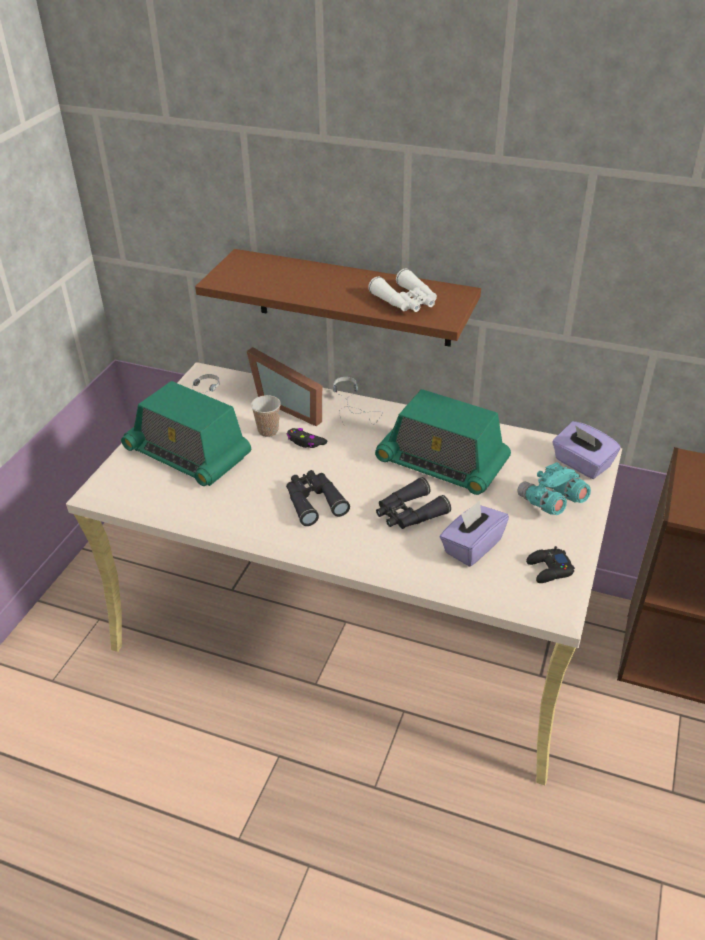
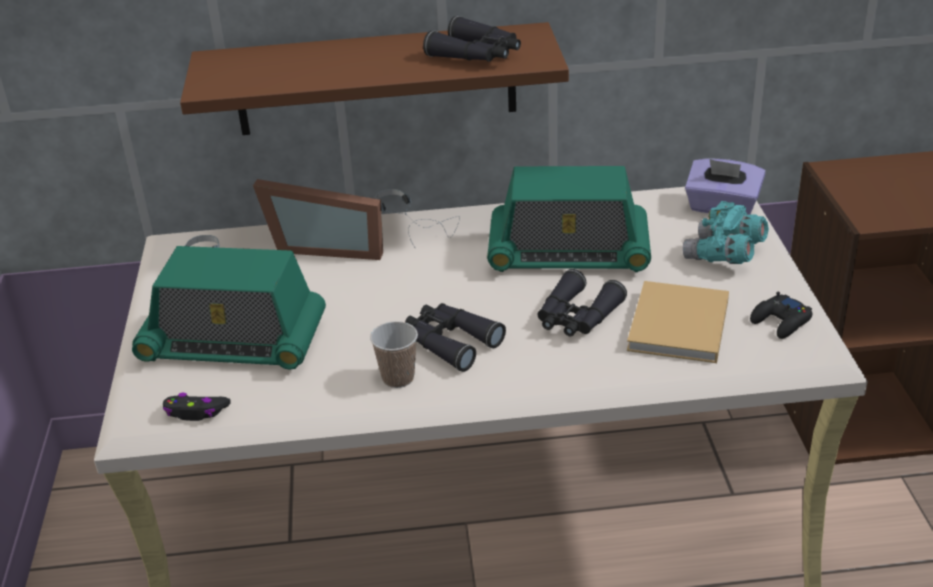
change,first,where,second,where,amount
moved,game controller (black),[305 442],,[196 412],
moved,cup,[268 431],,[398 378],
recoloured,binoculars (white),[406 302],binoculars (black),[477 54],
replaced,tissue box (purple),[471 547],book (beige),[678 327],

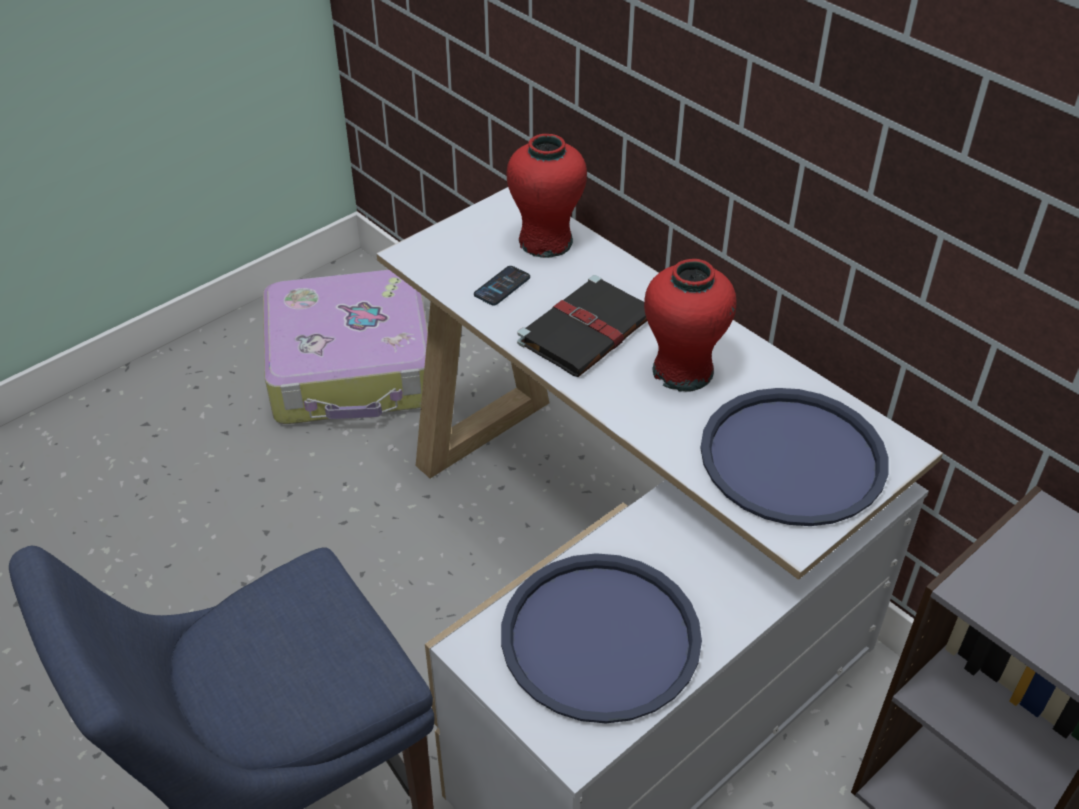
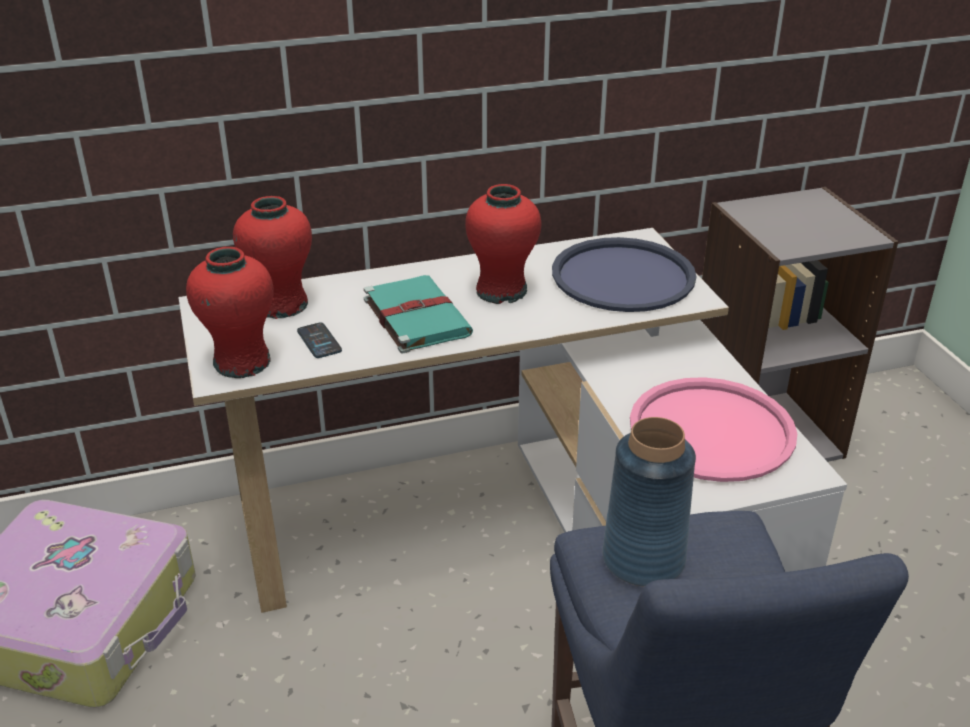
change,first,where,second,where,amount
added,,,vase (red),[241 362],
recoloured,book (black),[588 329],book (turquoise),[415 316],
added,,,vase (blue),[643 558],
recoloured,tray (blue),[600 638],tray (pink),[712 431],

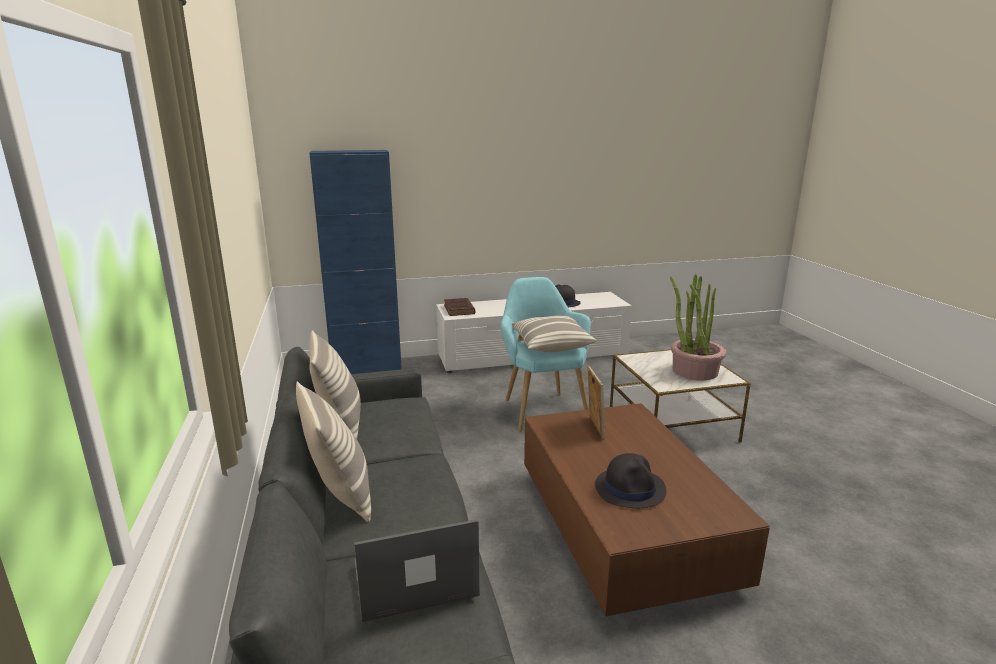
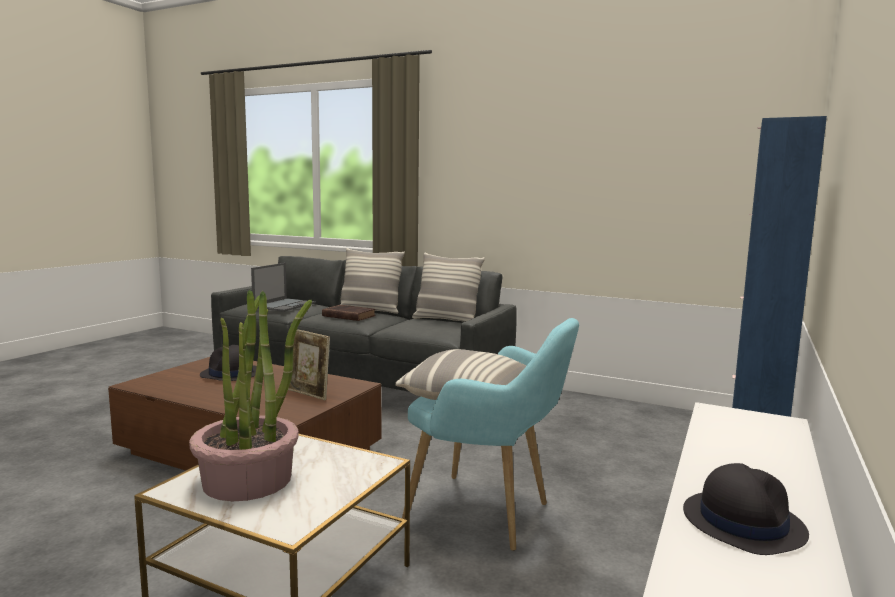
change,first,where,second,where,amount
moved,book (brown),[459 310],,[347 316],

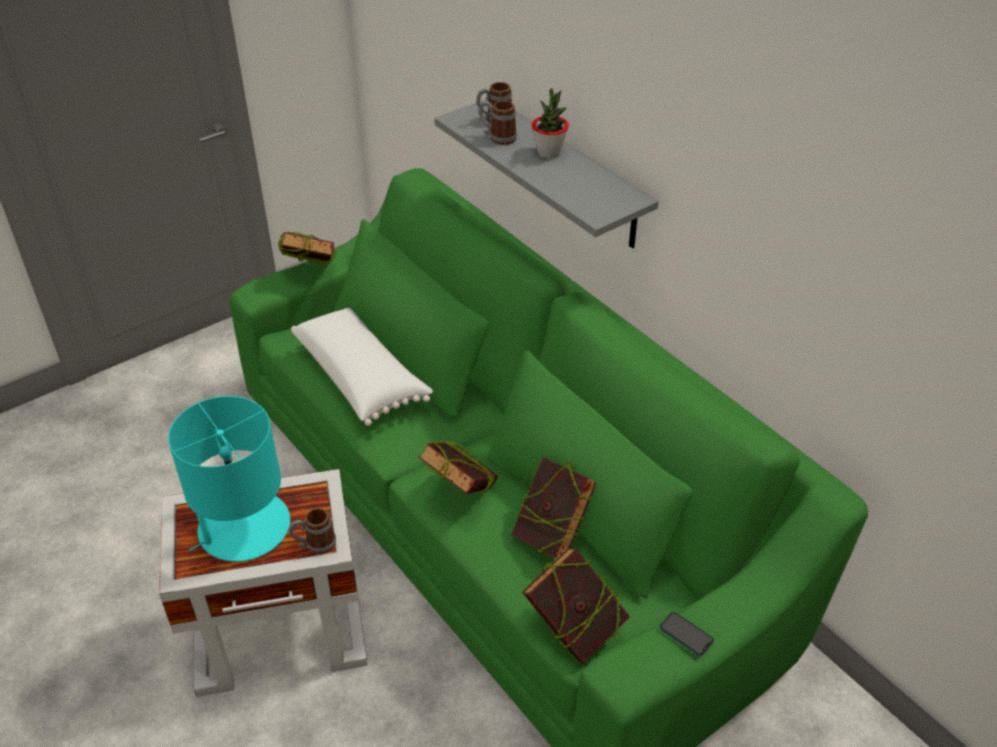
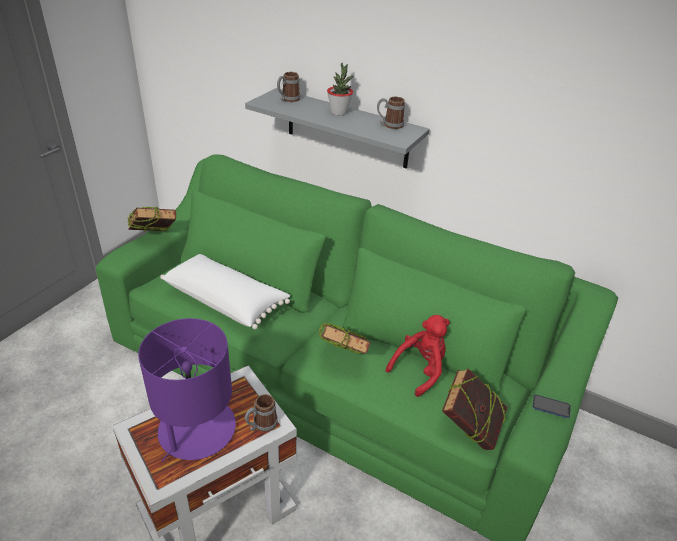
change,first,where,second,where,amount
recoloured,table lamp (turquoise),[243 528],table lamp (purple),[196 430],
moved,mug,[498 137],,[389 125],
replaced,book,[552 535],plush toy (red),[420 369],

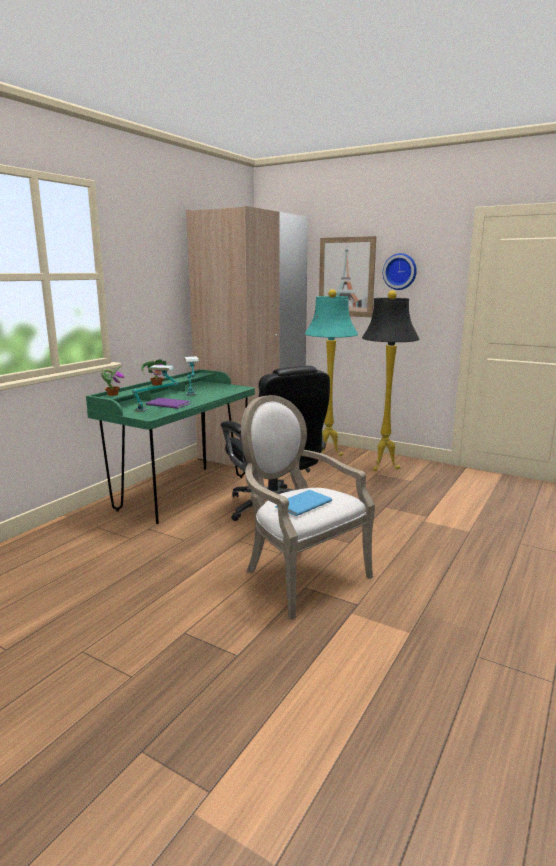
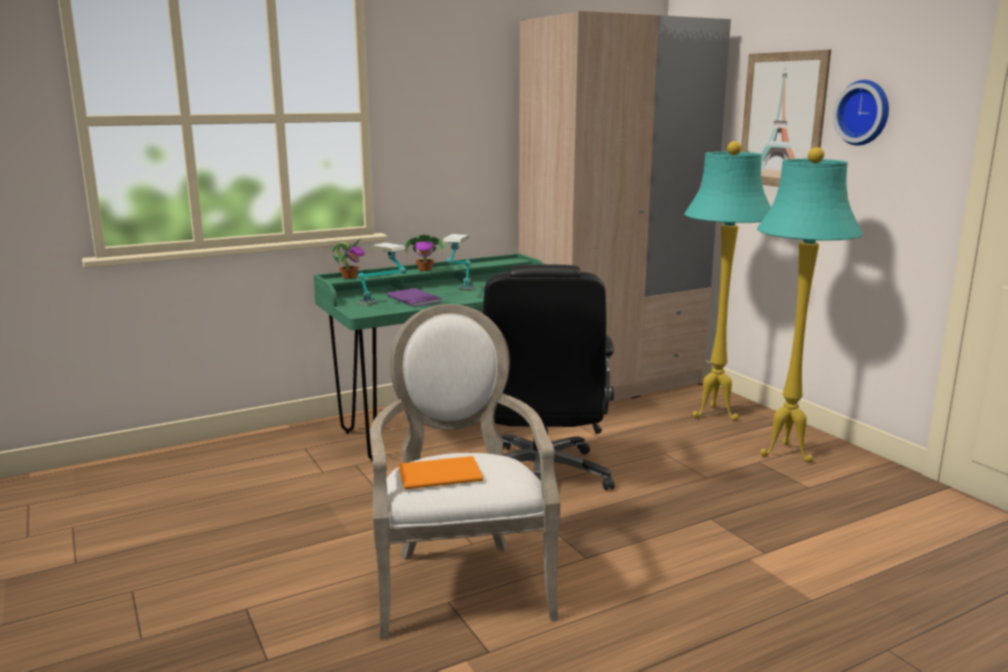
change,first,where,second,where,amount
recoloured,book (blue),[301 504],book (orange),[437 474],
recoloured,floor lamp (black),[382 467],floor lamp (turquoise),[784 453],

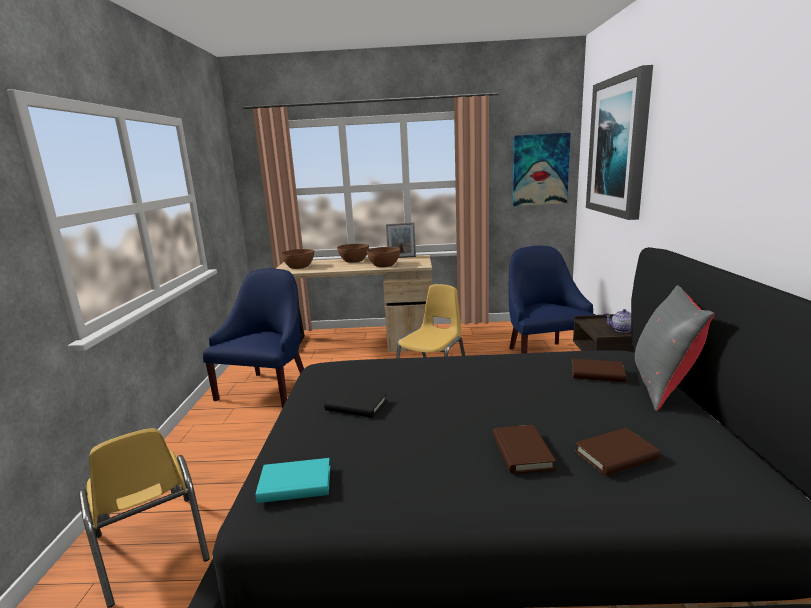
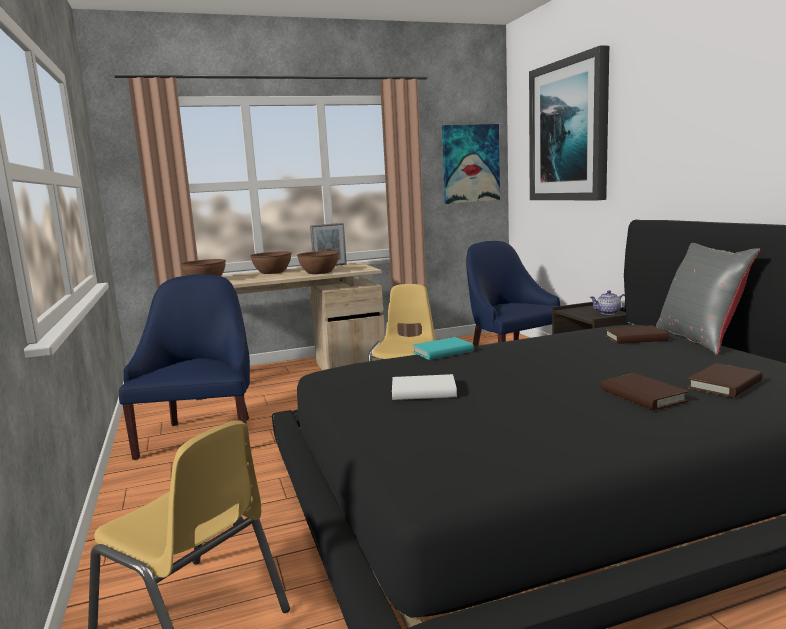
change,first,where,second,where,amount
recoloured,book (black),[356 406],book (white),[423 392],
moved,book (turquoise),[295 484],,[443 352],

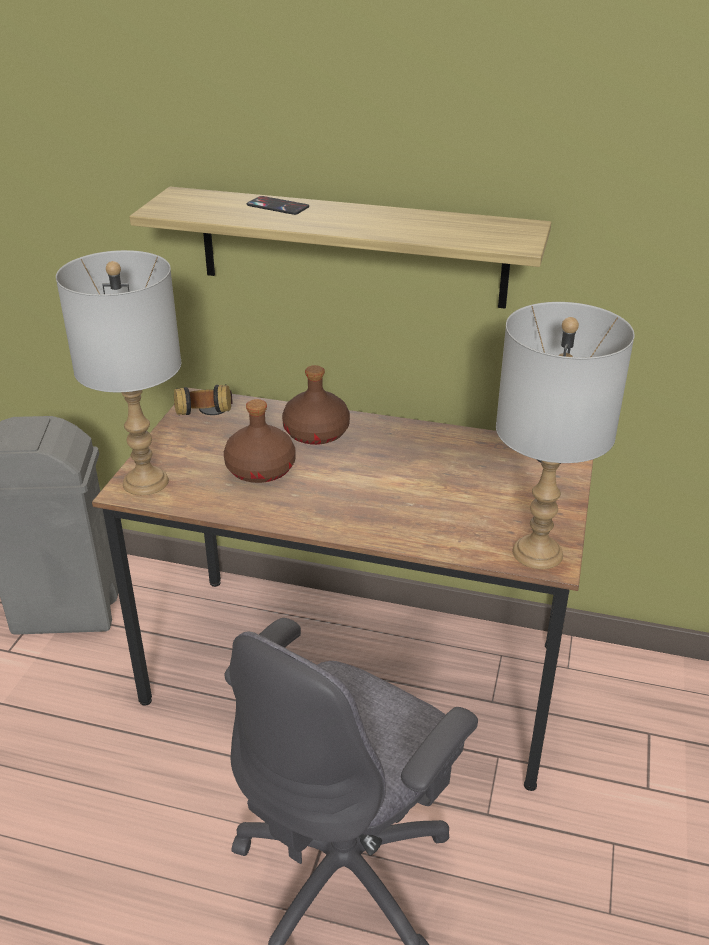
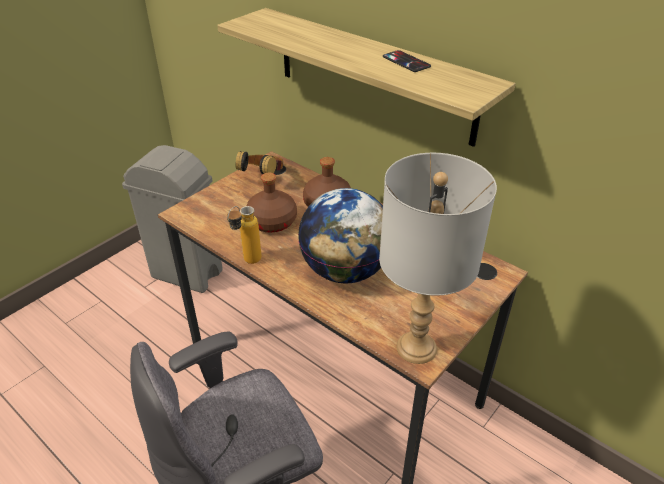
change,first,where,second,where,amount
added,,,bottle,[247 262],
added,,,globe,[344 271],
moved,phone,[278 206],,[406 62],
removed,table lamp (grey),[145 481],,,

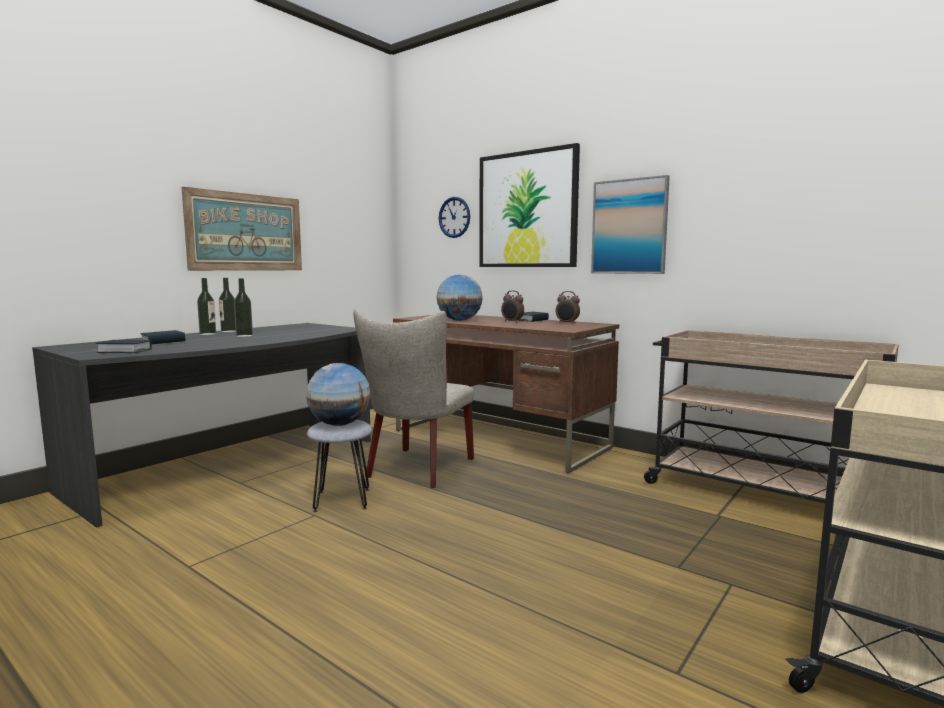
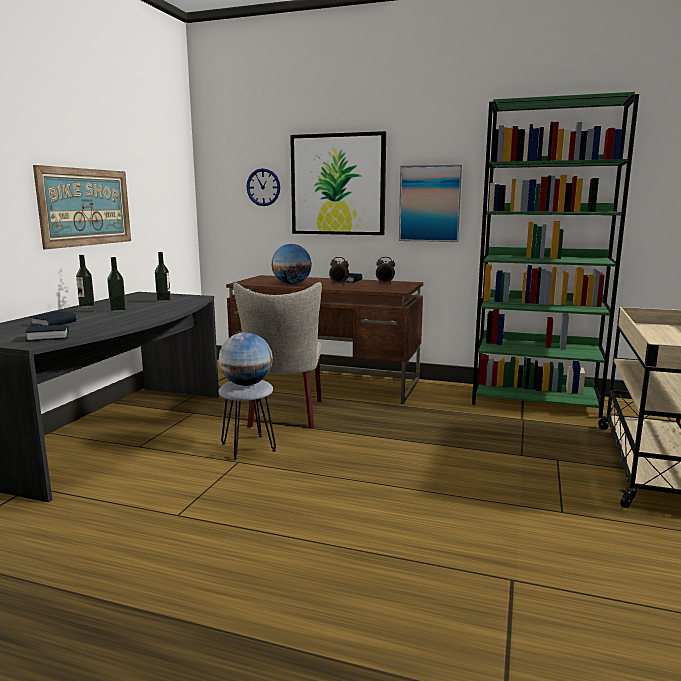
change,first,where,second,where,amount
moved,bottle,[208 334],,[164 301],
replaced,cart (beige),[758 493],bookcase (green),[535 400],

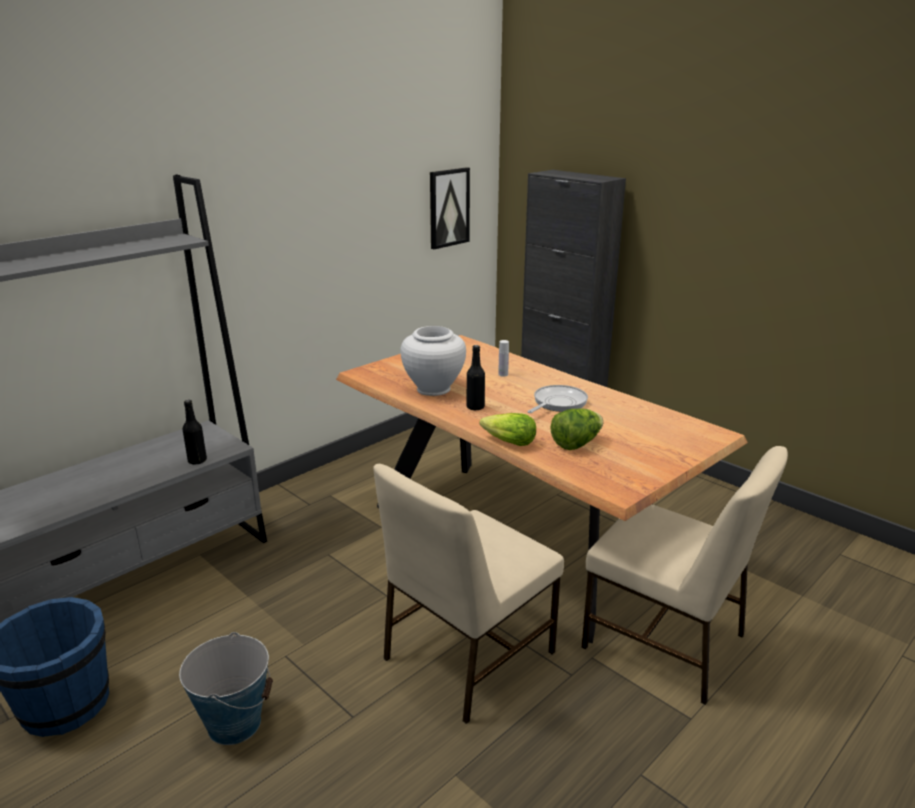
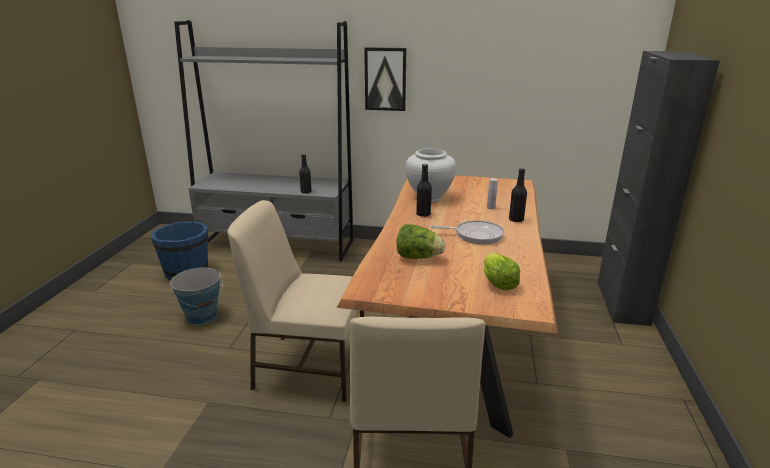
change,first,where,second,where,amount
moved,picture,[448 208],,[385 79],
moved,lettuce,[509 442],,[497 282],
added,,,bottle (black),[516 220],

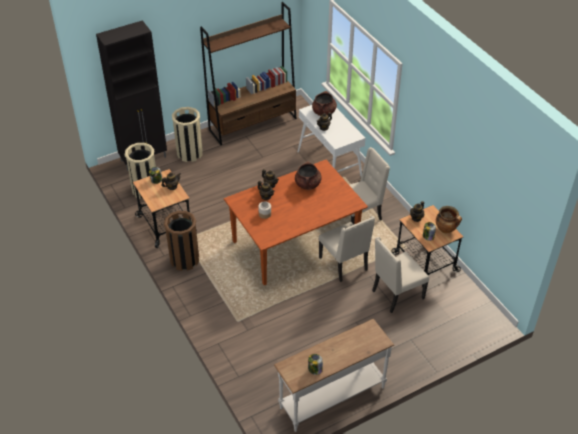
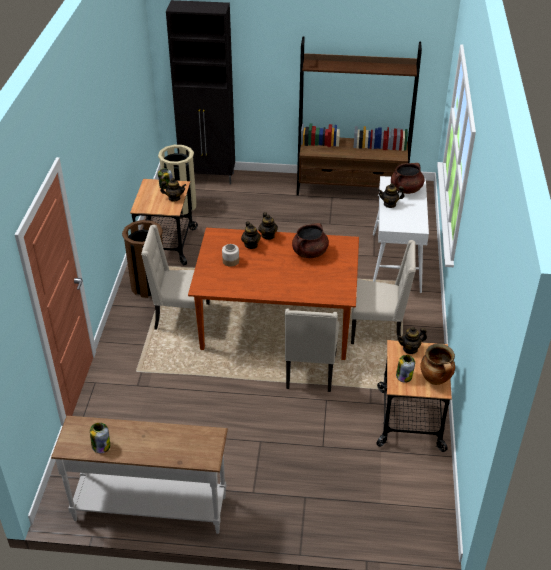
change,first,where,second,where,amount
moved,chair (beige),[396 295],,[180 317],
removed,trash can (beige),[189 153],,,

